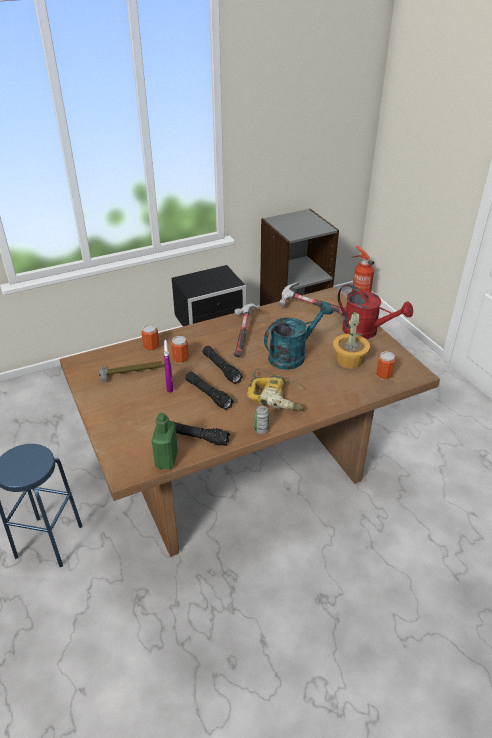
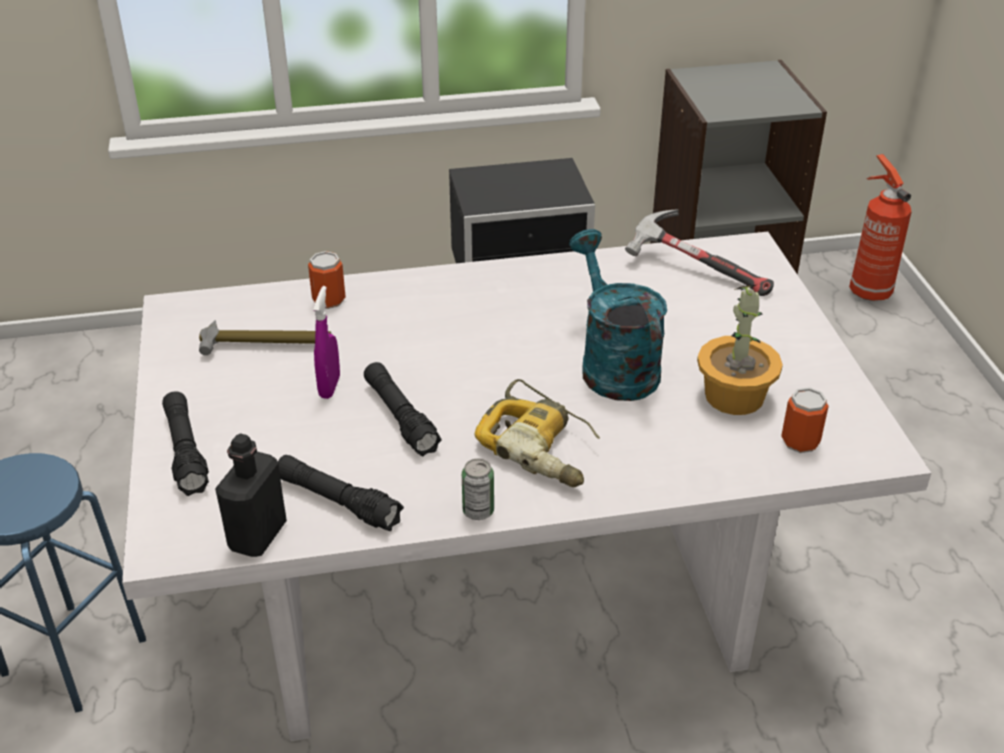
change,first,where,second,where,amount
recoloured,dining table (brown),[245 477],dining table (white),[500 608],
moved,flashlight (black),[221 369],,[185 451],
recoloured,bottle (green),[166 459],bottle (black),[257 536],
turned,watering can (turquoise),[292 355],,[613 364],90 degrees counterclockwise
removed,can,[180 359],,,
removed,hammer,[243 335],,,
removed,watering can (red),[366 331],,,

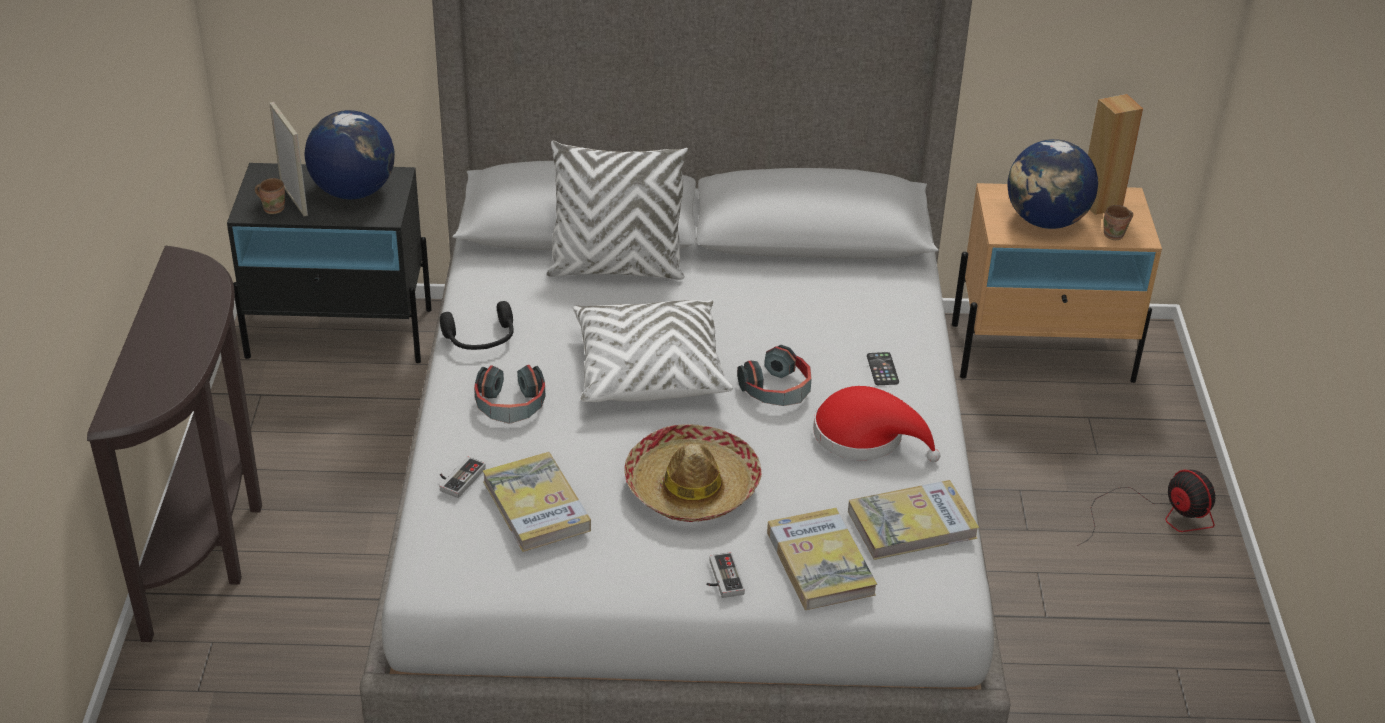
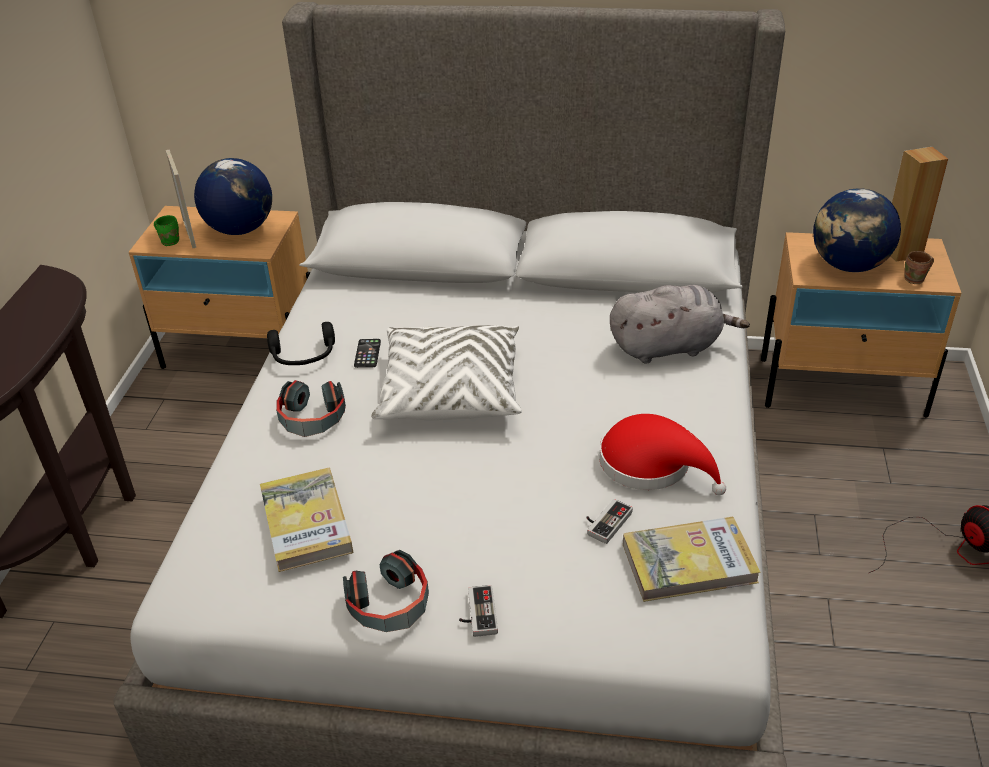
change,first,where,second,where,amount
recoloured,nightstand (black),[341 333],nightstand (beige),[242 350],
recoloured,mug (brown),[273 208],mug (green),[170 241],
moved,headphones,[777 390],,[390 605],
moved,phone,[882 369],,[367 353],
moved,game controller,[458 478],,[605 521],
added,,,plush toy (grey),[669 347],
removed,pillow (white),[616 268],,,
removed,hat,[692 487],,,
removed,book,[820 563],,,

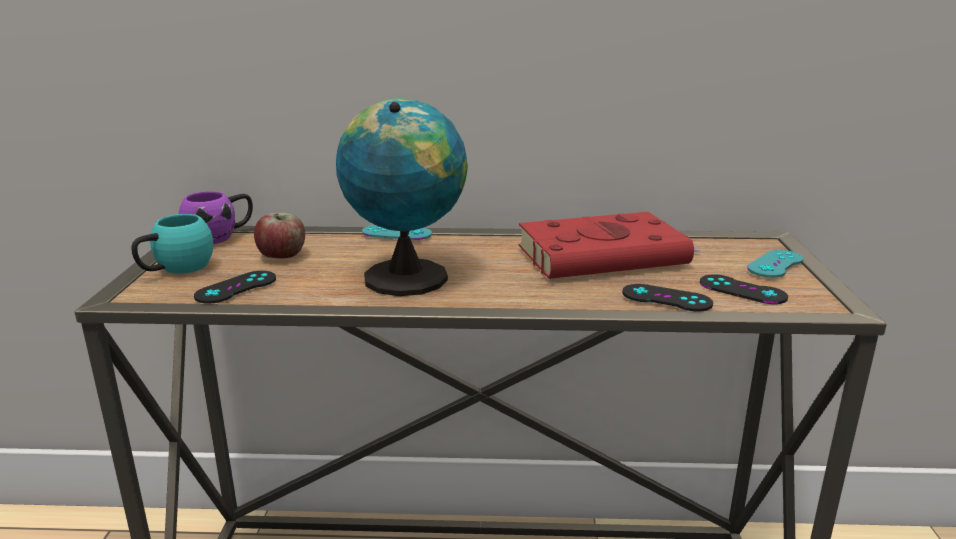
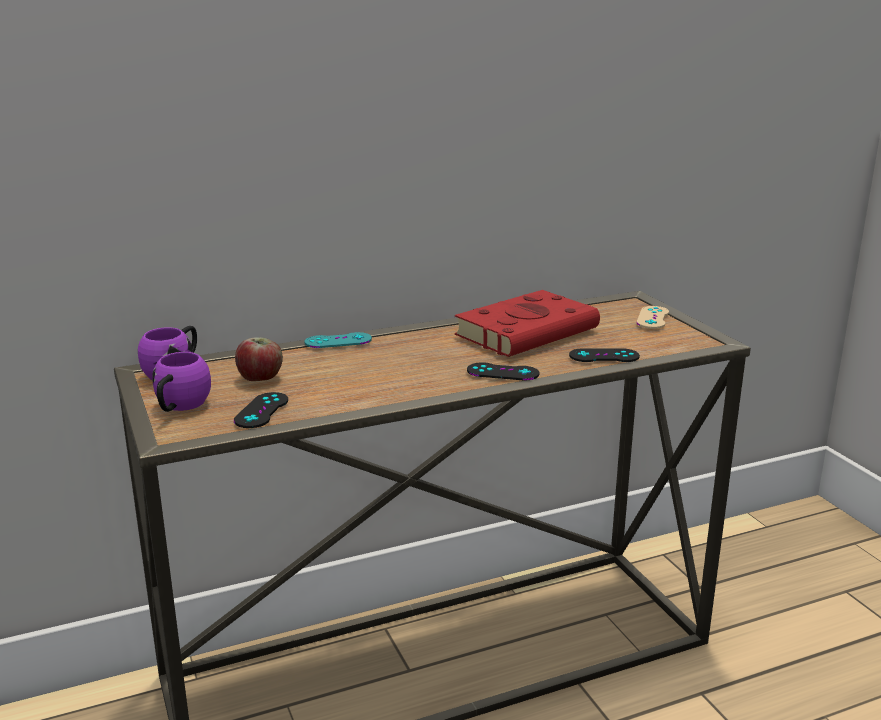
change,first,where,second,where,amount
recoloured,mug (turquoise),[175 269],mug (purple),[179 407],
moved,game controller (black),[742 290],,[502 372],
recoloured,game controller (turquoise),[775 264],game controller (beige),[652 318],
removed,globe,[406 276],,,

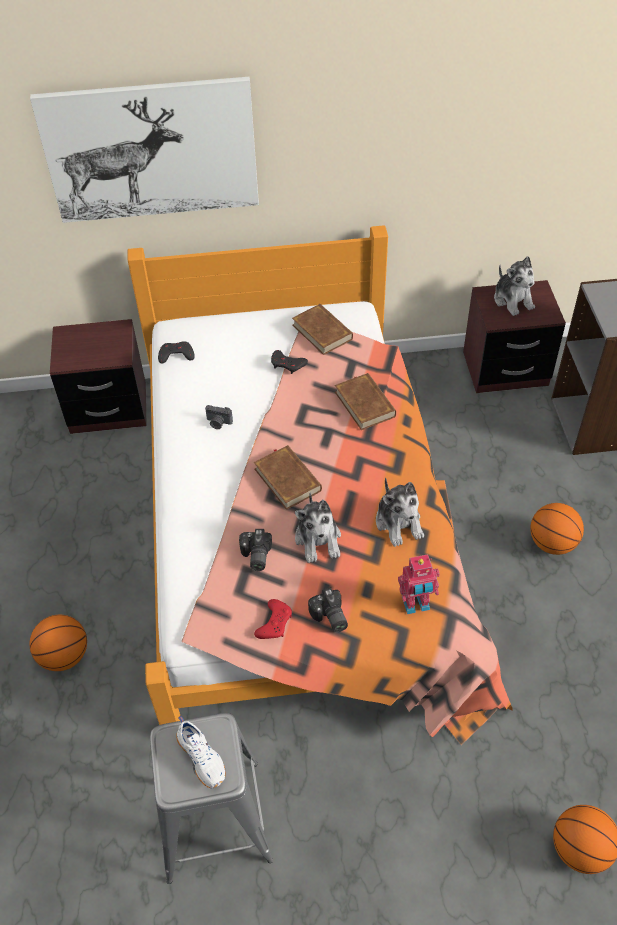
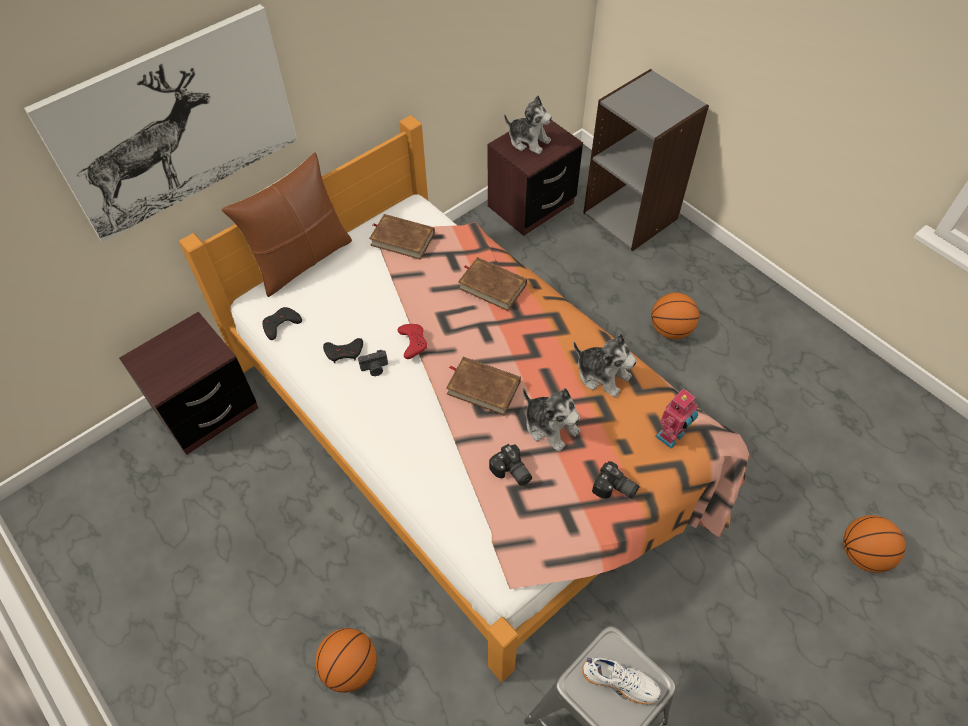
change,first,where,second,where,amount
added,,,pillow (brown),[301 260],
moved,game controller (black),[287 364],,[344 352],
moved,game controller (red),[274 623],,[413 342],

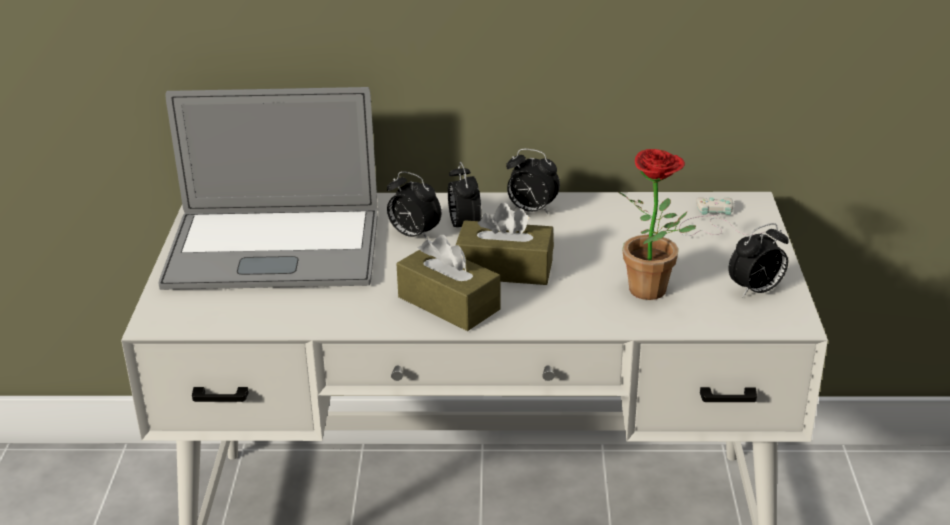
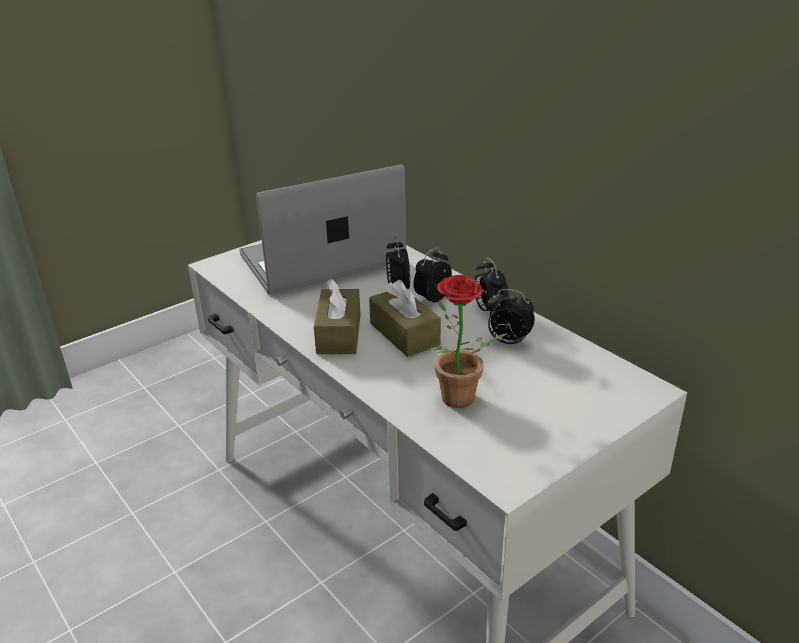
change,first,where,second,where,amount
turned,laptop,[273 250],,[322 259],105 degrees clockwise
moved,alarm clock,[756 291],,[508 342],
removed,game controller (white),[711 224],,,

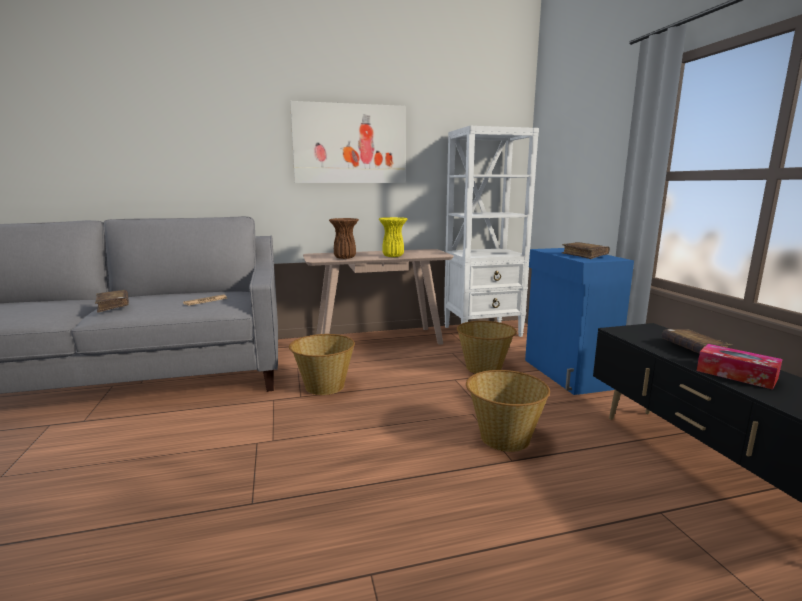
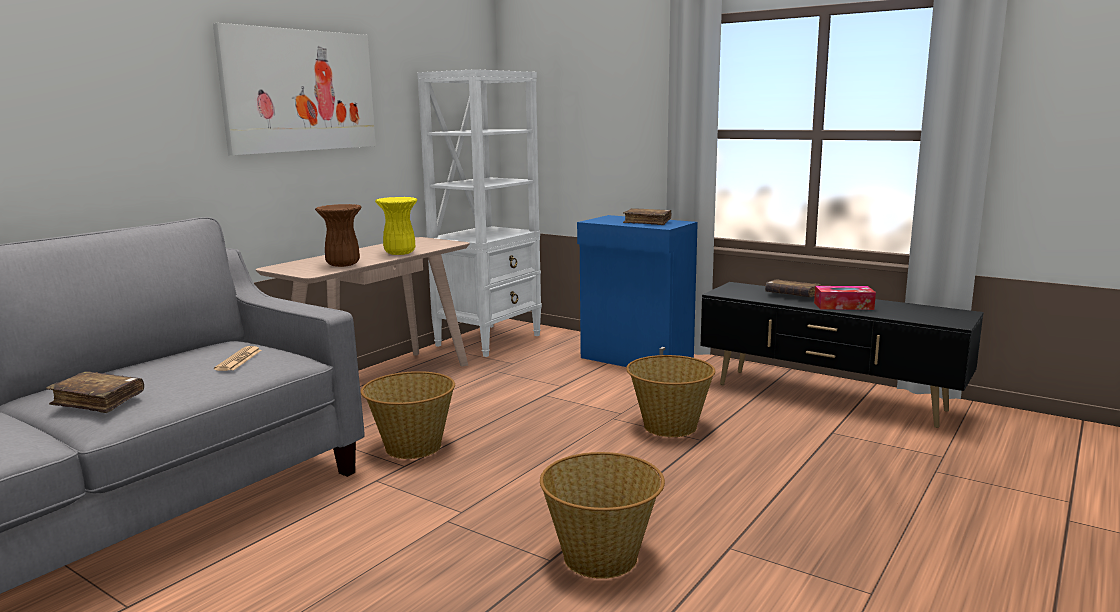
change,first,where,second,where,amount
moved,basket,[484 368],,[602 557],

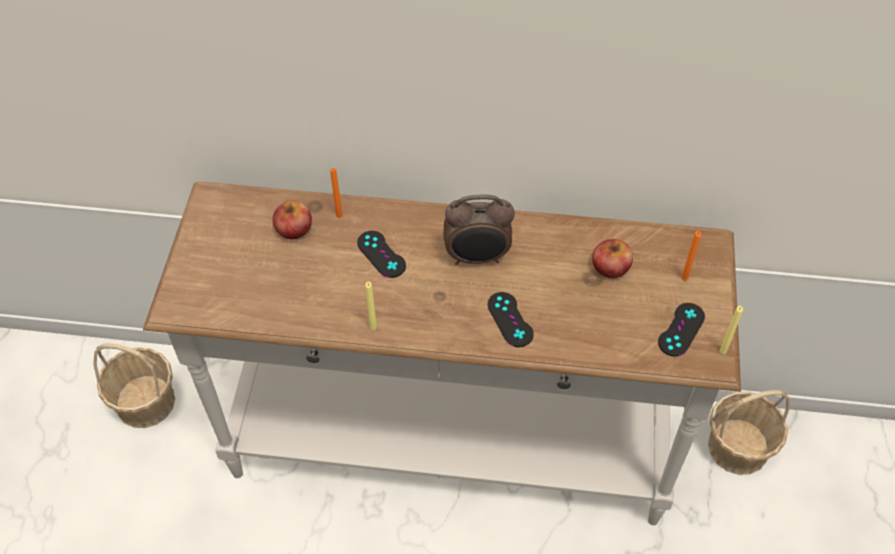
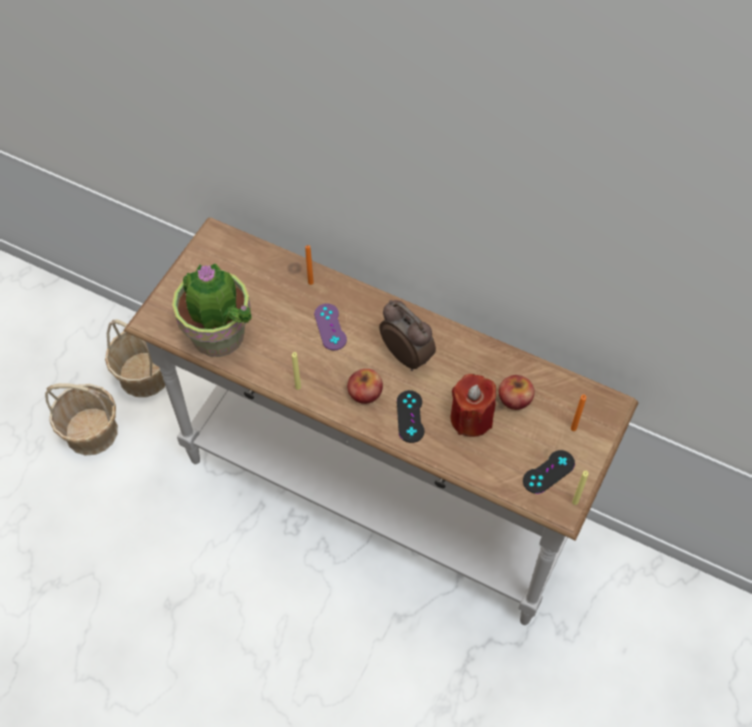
change,first,where,second,where,amount
moved,basket,[738 447],,[92 432],
added,,,potted plant,[218 335],
recoloured,game controller (black),[381 254],game controller (purple),[330 327],
moved,apple,[294 228],,[365 392],
turned,alarm clock,[477 258],,[407 355],150 degrees counterclockwise
added,,,candle (red),[471 418],

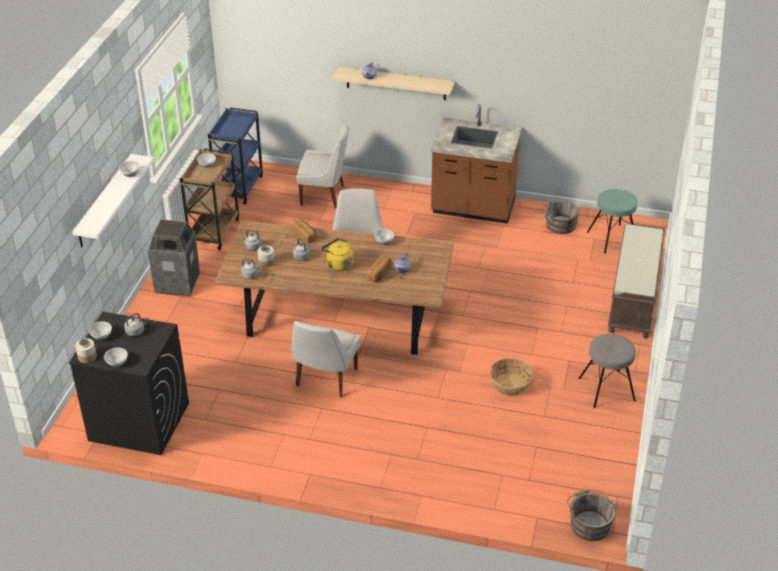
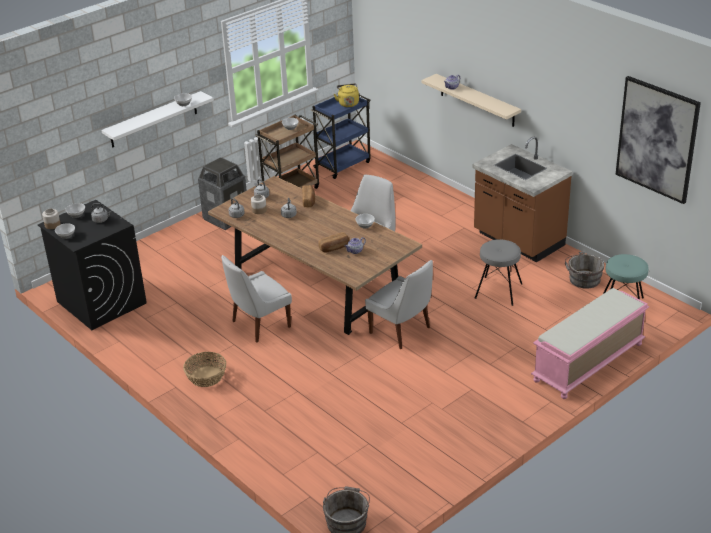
change,first,where,second,where,amount
moved,basket,[510 384],,[206 376],
moved,kettle (yellow),[338 264],,[348 103],
moved,chair (white),[324 196],,[401 331],
moved,stool (grey),[606 389],,[498 291],
recoloured,bench (brown),[634 298],bench (pink),[588 363],
added,,,picture,[657 139],

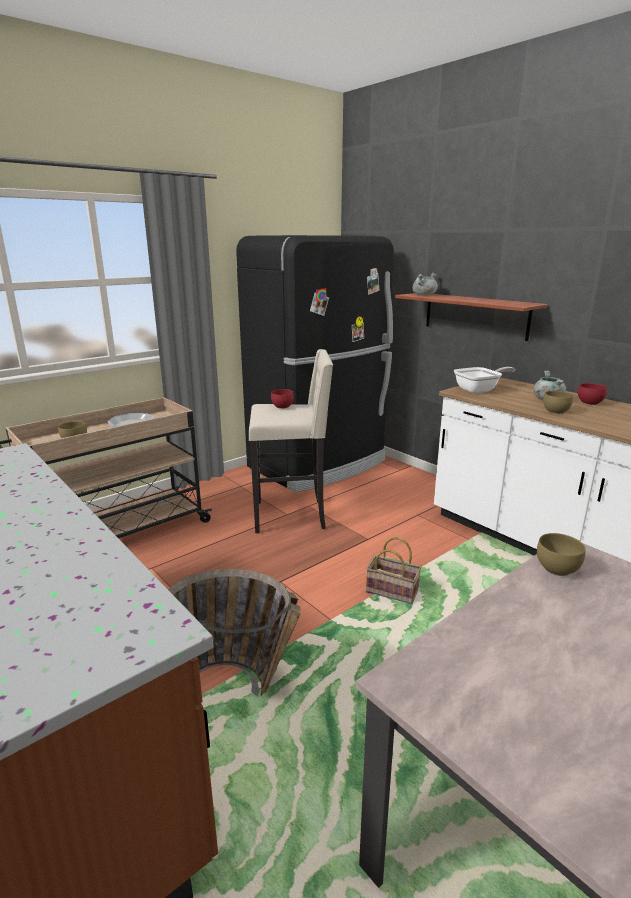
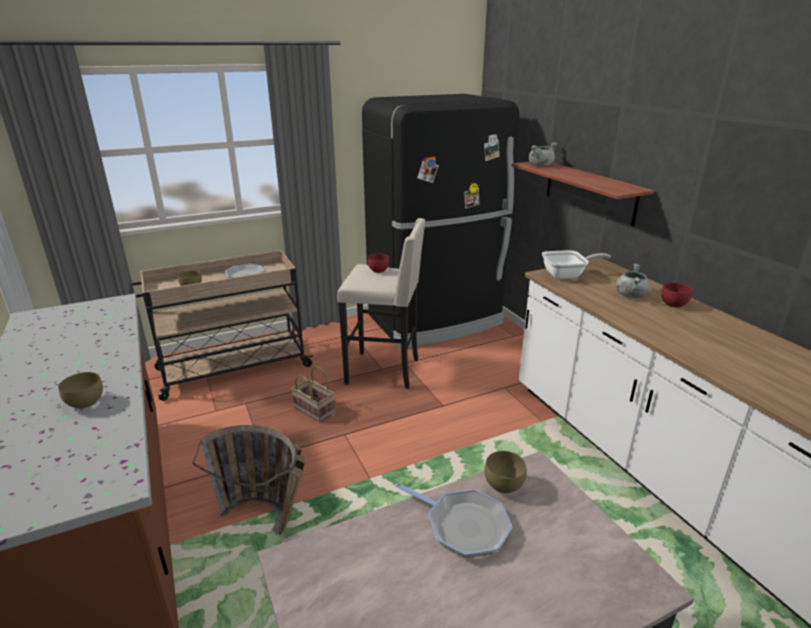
change,first,where,second,where,amount
moved,bowl (brown),[556 412],,[84 403],
moved,basket,[393 591],,[315 410],
added,,,frying pan,[463 526],

